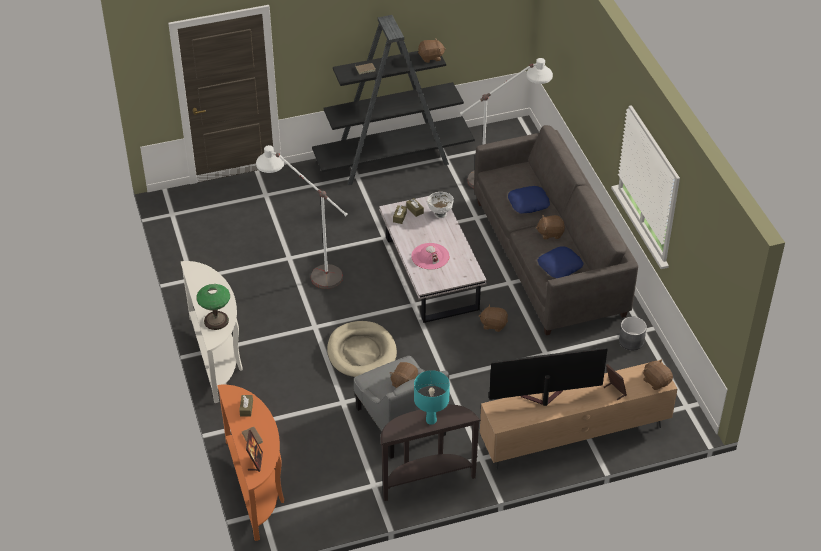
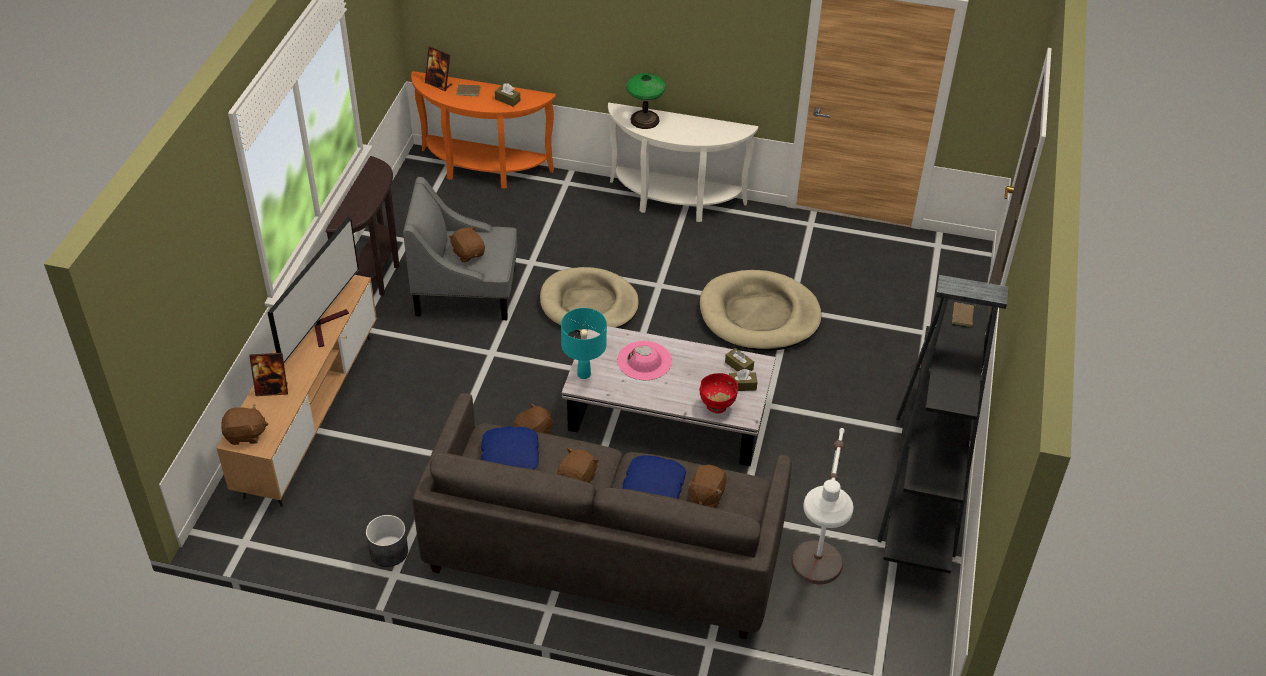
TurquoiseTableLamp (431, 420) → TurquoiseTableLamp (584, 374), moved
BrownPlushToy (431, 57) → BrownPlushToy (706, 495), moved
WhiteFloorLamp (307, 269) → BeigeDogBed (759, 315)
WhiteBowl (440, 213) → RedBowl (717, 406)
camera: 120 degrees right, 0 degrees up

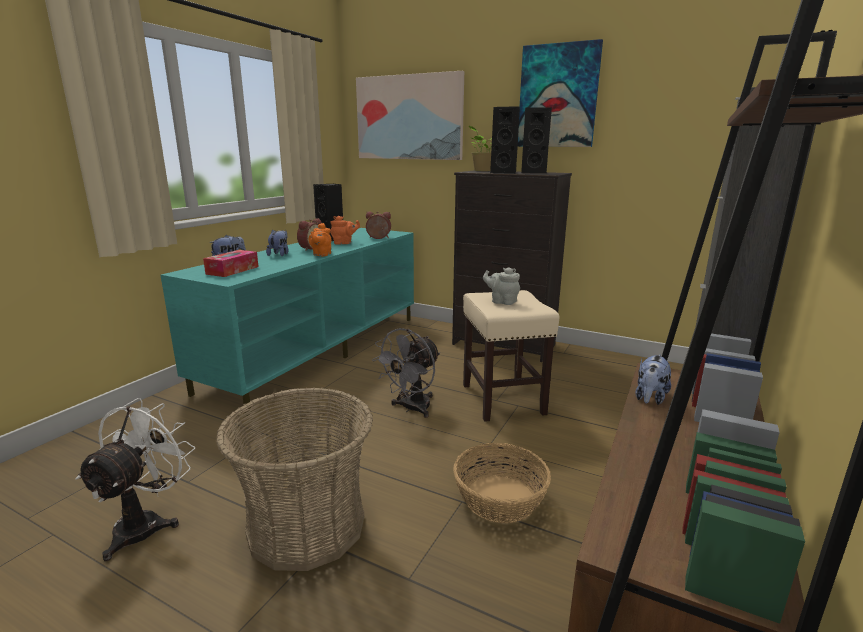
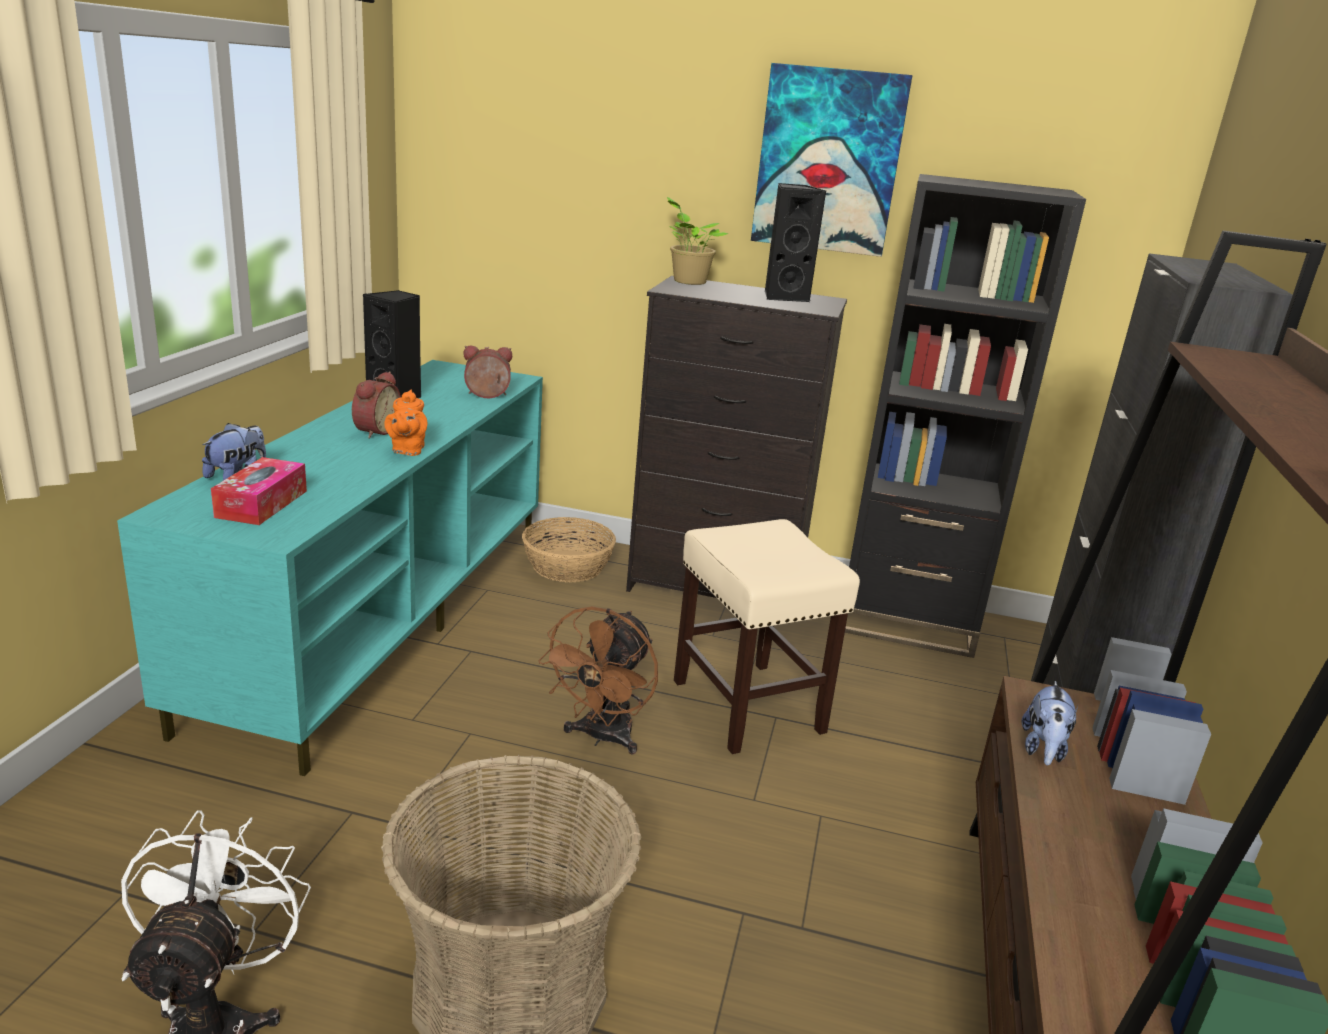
Basket (500, 498) → Basket (568, 566), moved
GreyFan (411, 409) → BrownFan (602, 738)
- → BlackBookcase (906, 622)
PlushToy (279, 254) → -
OrangeTeapot (344, 243) → -
Picture (409, 117) → -
GreyTeapot (502, 301) → -
BlackSpeaker (505, 172) → -
camera: 15 degrees left, 5 degrees up

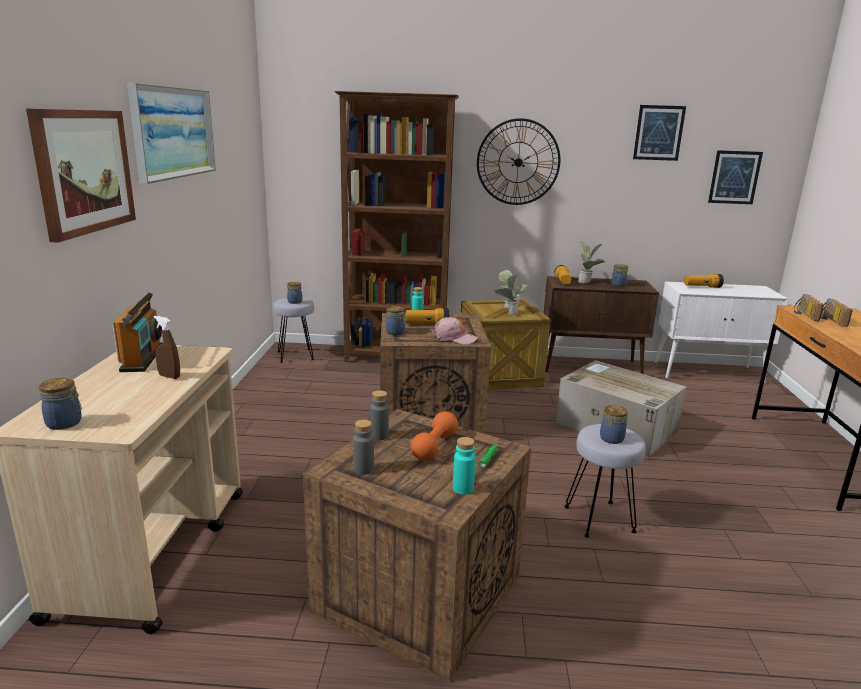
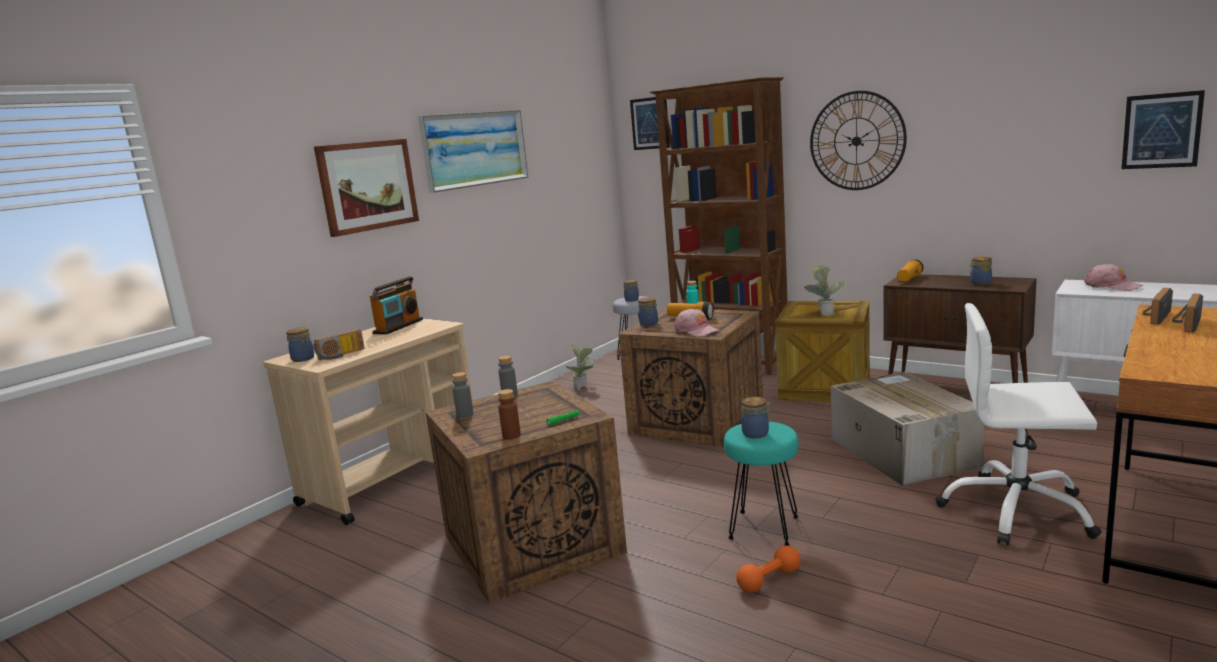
- → Radio (341, 355)
TurquoiseBottle (463, 489) → BrownBottle (511, 436)
PottedPlant (587, 282) → PottedPlant (583, 387), moved
Picture (658, 133) → Picture (650, 123), moved
GreyStool (600, 519) → TurquoiseStool (765, 528)
OrangeDumbbell (434, 447) → OrangeDumbbell (769, 580), moved
- → WhiteOfficeChair (1016, 511)
Flashlight (702, 287) → PinkCap (1111, 286)
BrownSprayBottle (169, 376) → -
camera: 35 degrees right, 5 degrees down

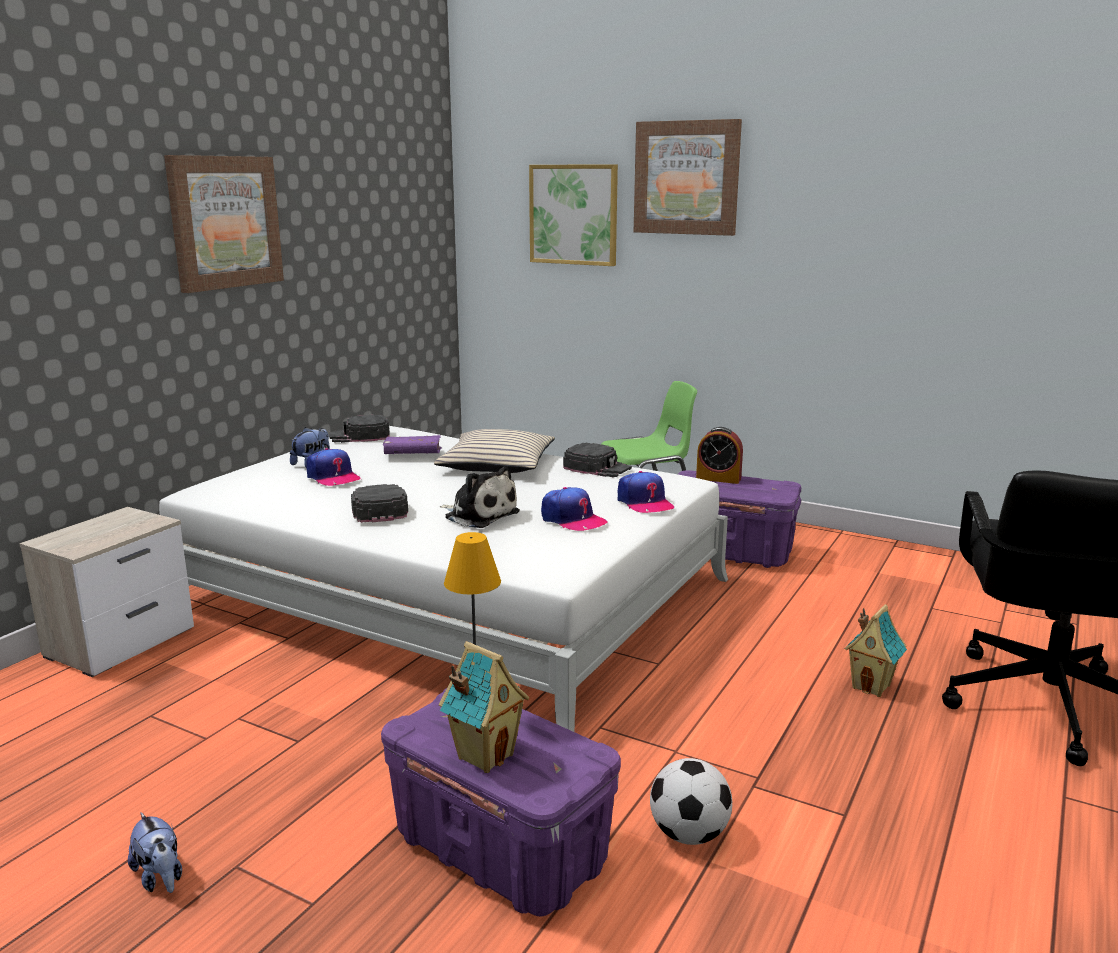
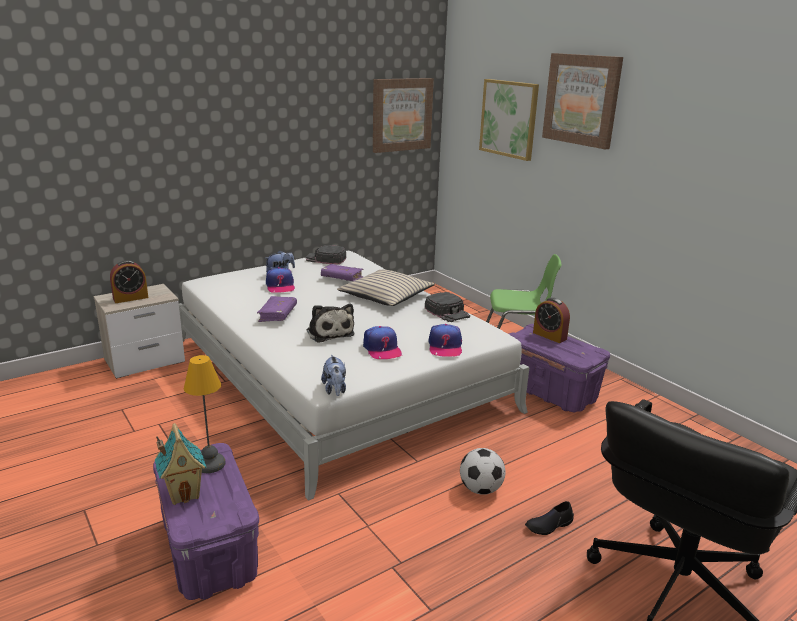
- → AlarmClock (130, 298)
BlackCap (378, 509) → PurpleBook (277, 314)
PlushToy (160, 878) → PlushToy (335, 390), moved
Picture (225, 222) → Picture (401, 114), moved
Football (689, 834) → Football (480, 489), moved
ToyHouse (872, 686) → BlackShoe (549, 525)
camera: 25 degrees right, 5 degrees up

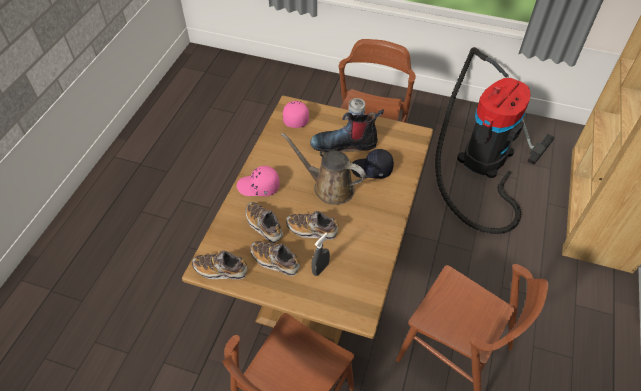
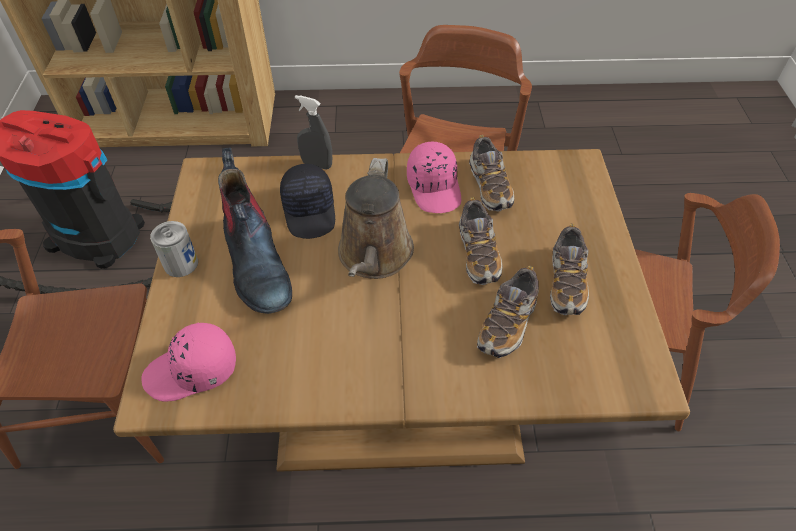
GreySprayBottle (320, 269) → GreySprayBottle (317, 164), moved
PinkCap (258, 187) → PinkCap (435, 187), moved
Shoe (221, 270) → Shoe (489, 186), moved
camera: 110 degrees left, 0 degrees up

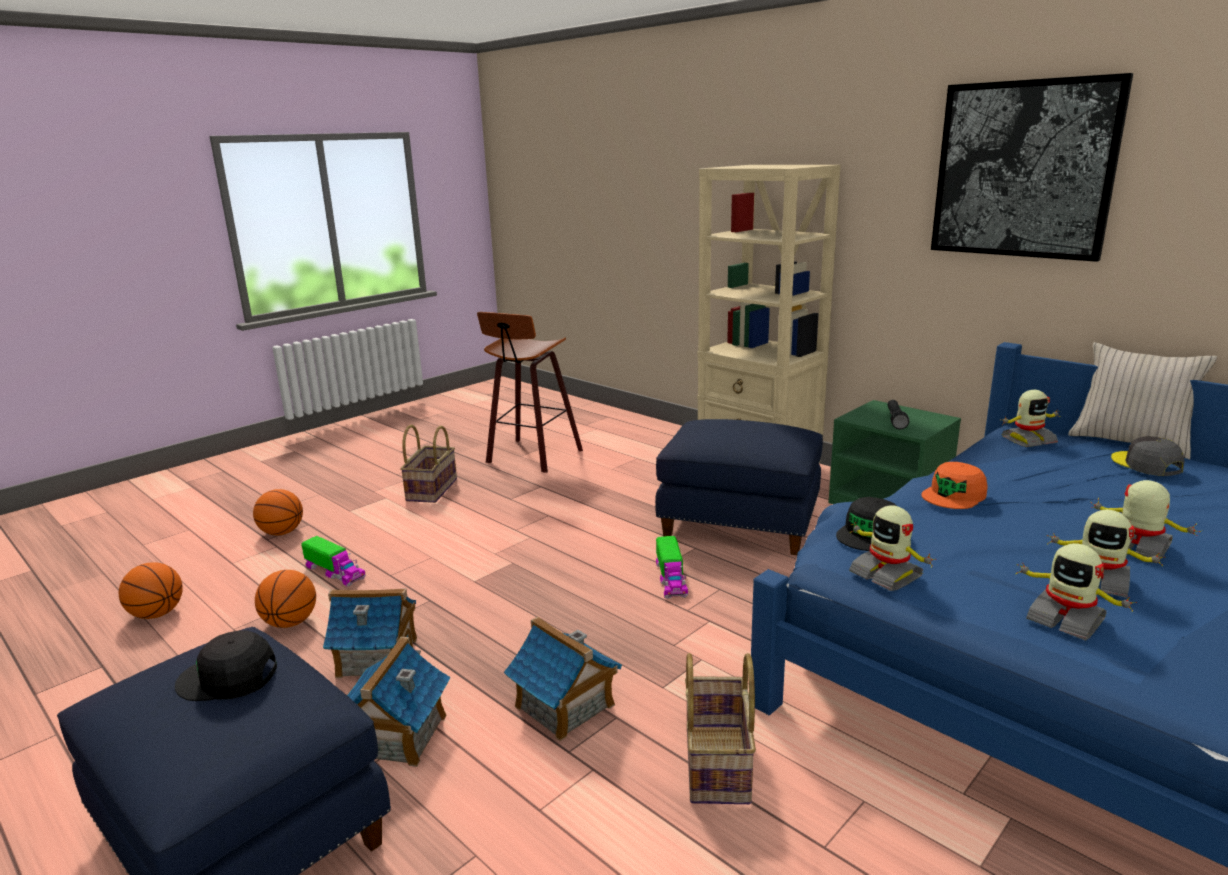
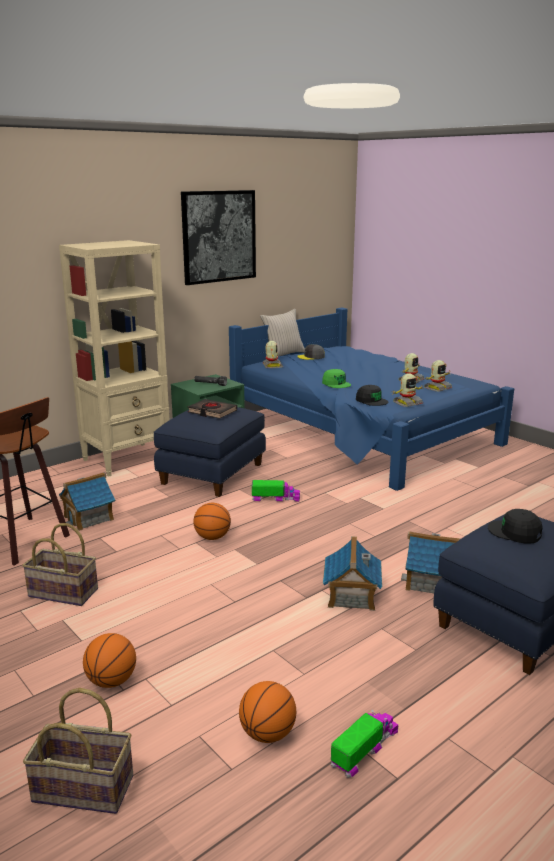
Basket (719, 764) → Basket (84, 787), moved
ToyHouse (565, 706) → ToyHouse (89, 518), moved
- → BlackBook (212, 412)
Basketball (290, 623) → Basketball (212, 537), moved
OrangeCap (954, 495) → GreenCap (336, 383)
ToyTruck (334, 572) → ToyTruck (364, 749), moved
BlackCap (228, 677) → BlackCap (515, 532), 120 degrees clockwise
ToyRobot (1137, 546) → -
camera: 85 degrees left, 0 degrees up

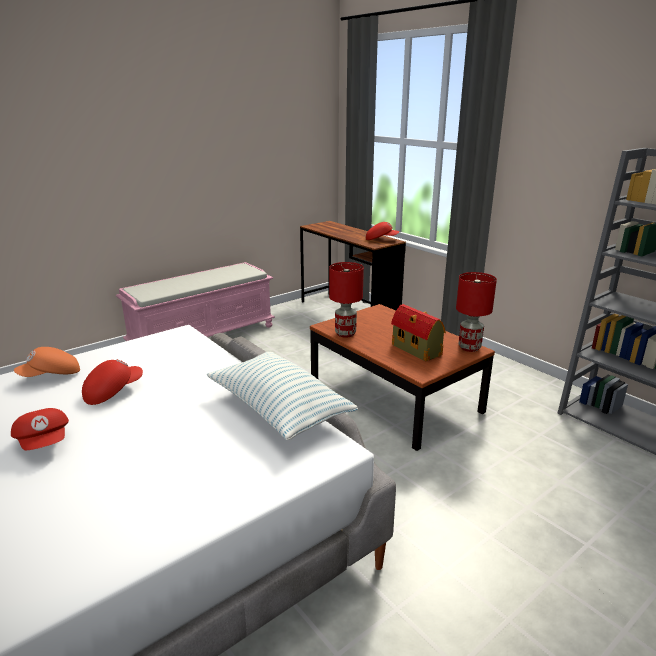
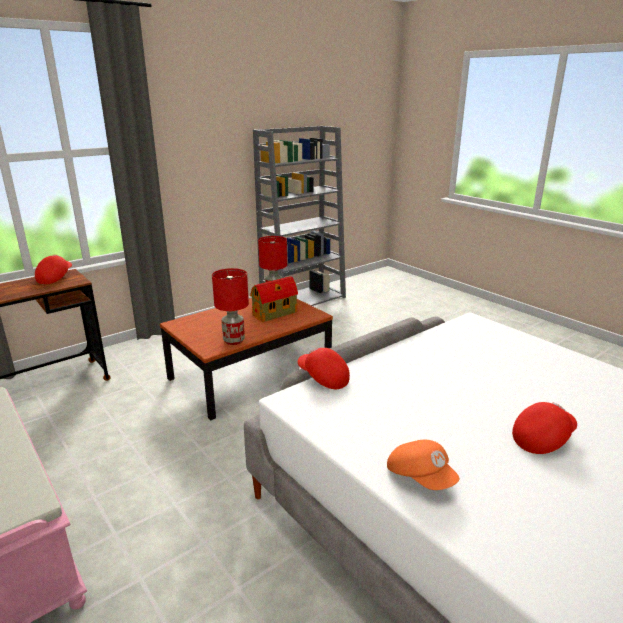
RedCap (113, 392) → RedCap (323, 378), moved
Pillow (278, 409) → -
camera: 90 degrees left, 0 degrees up

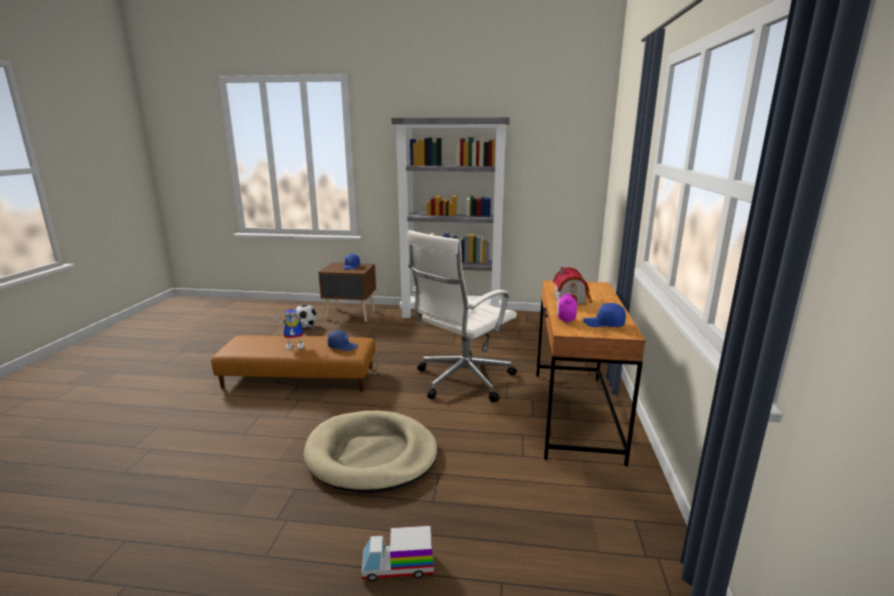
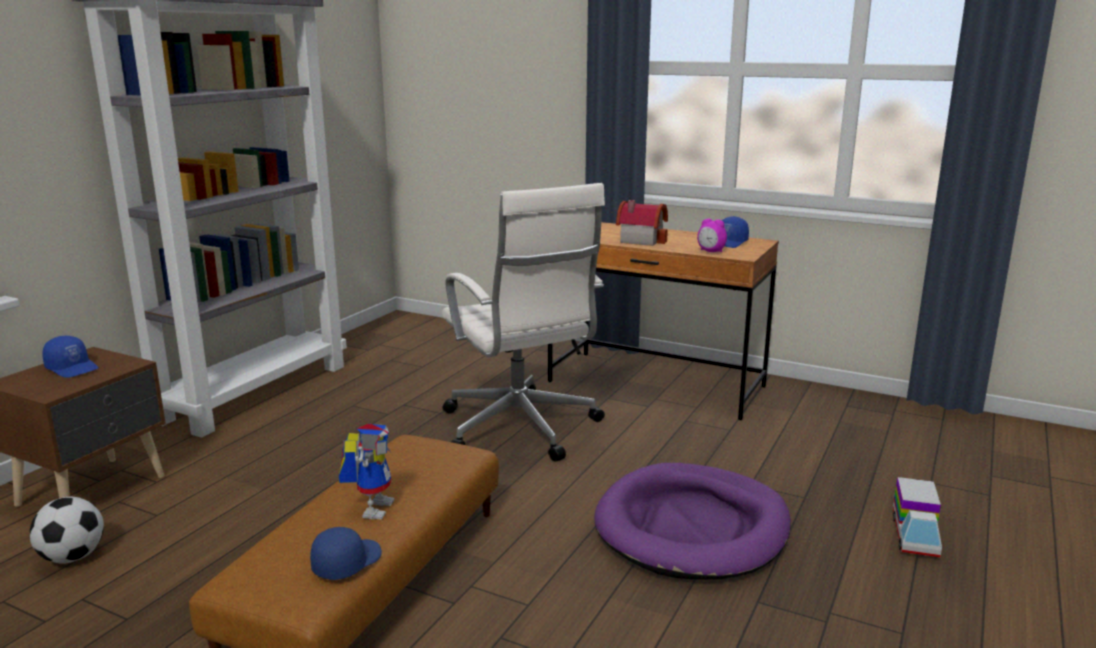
BlueCap (343, 346) → BlueCap (346, 562), moved
BeigeDogBed (371, 455) → PurpleDogBed (692, 527)
camera: 70 degrees left, 0 degrees up

